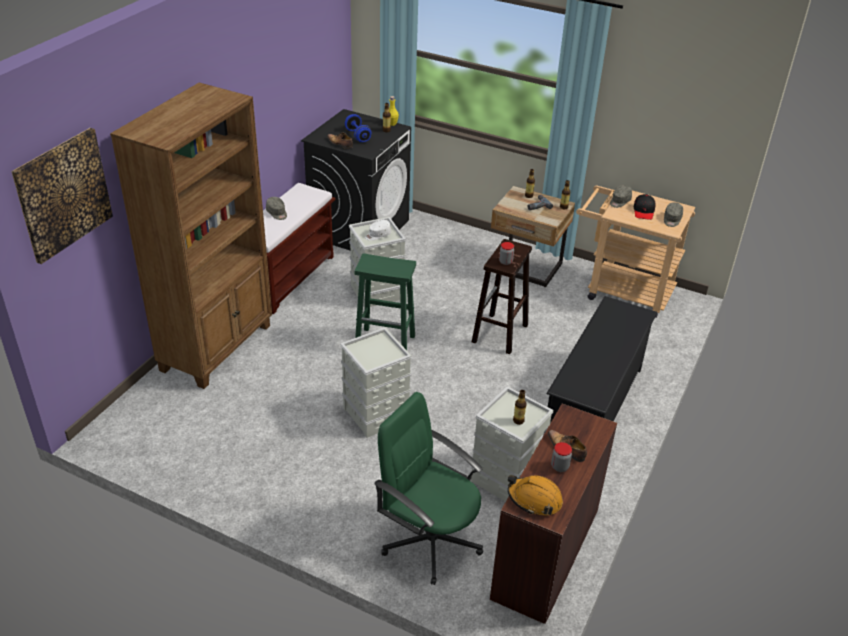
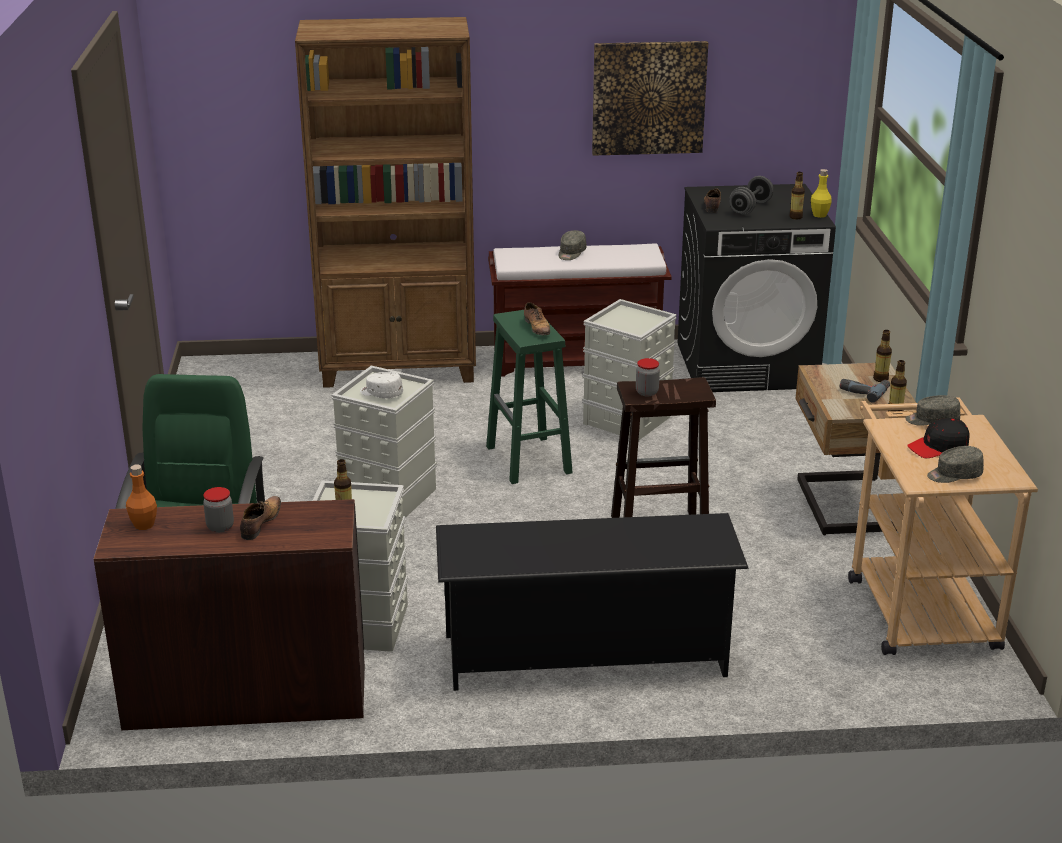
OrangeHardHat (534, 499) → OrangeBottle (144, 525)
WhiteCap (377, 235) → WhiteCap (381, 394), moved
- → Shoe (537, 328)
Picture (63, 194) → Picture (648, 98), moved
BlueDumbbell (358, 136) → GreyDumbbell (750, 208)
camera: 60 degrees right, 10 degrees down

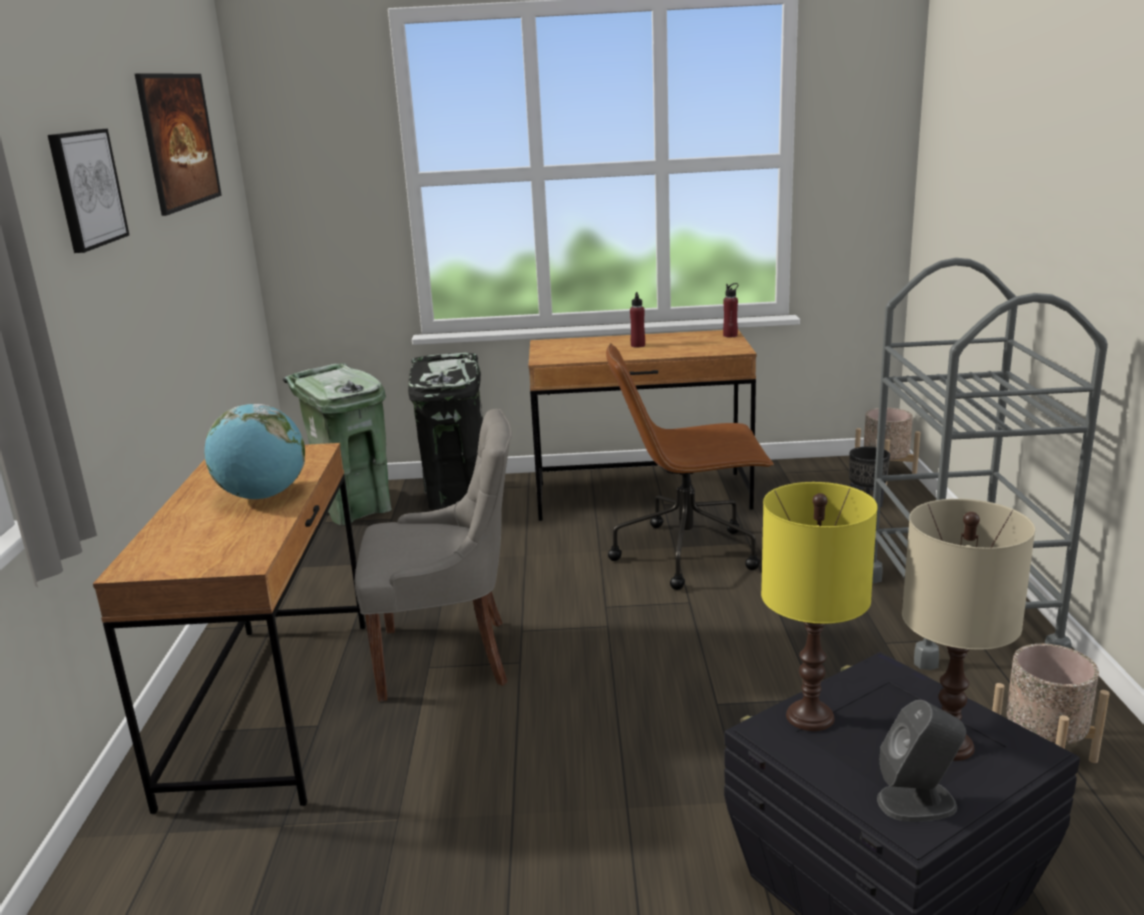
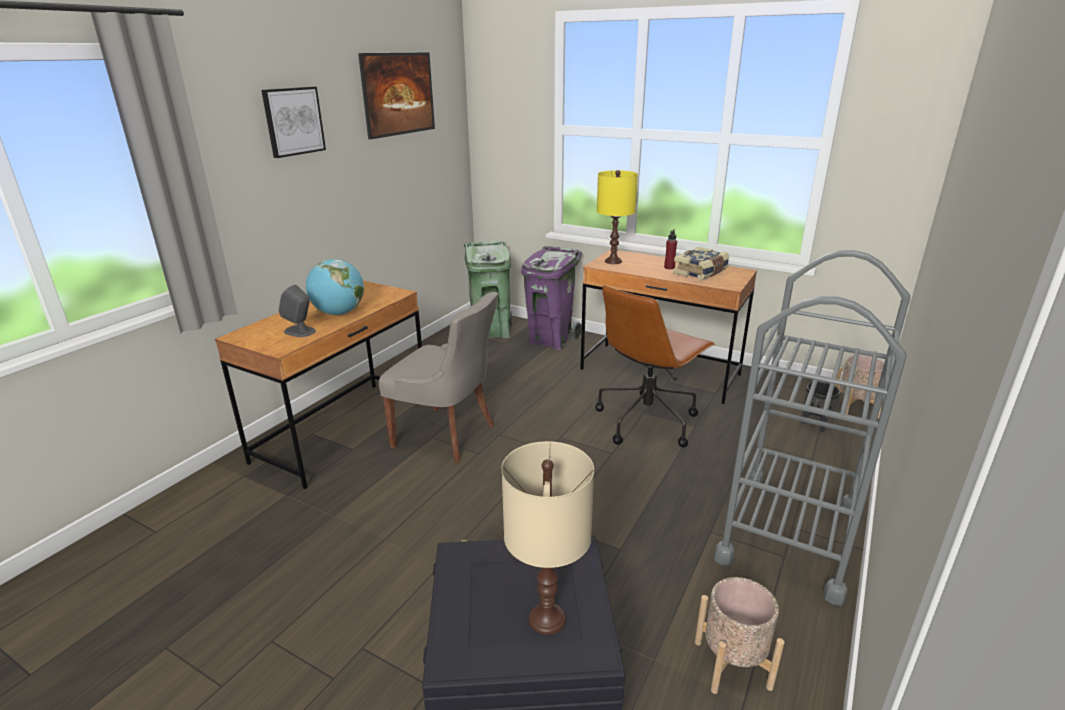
GreySpeaker (918, 802) → GreySpeaker (300, 331), moved
BlackTrashCan (457, 497) → PurpleTrashCan (551, 340)
BrownOfficeChair (688, 553) → BrownOfficeChair (647, 420), 75 degrees counterclockwise
YellowTableLamp (811, 716) → YellowTableLamp (613, 261), moved
- → Book (701, 272)
RedBottle (730, 335) → -
camera: 30 degrees right, 5 degrees up

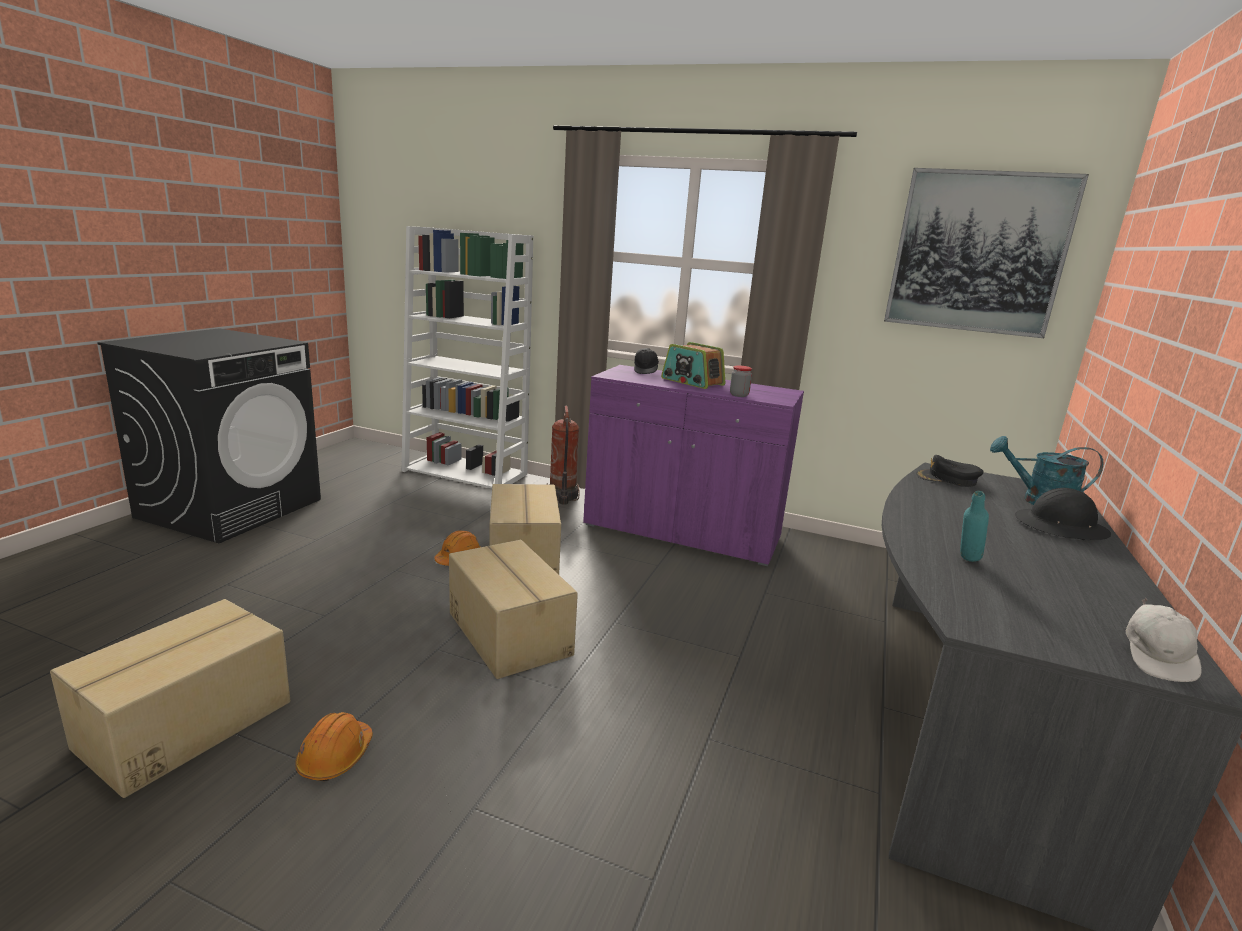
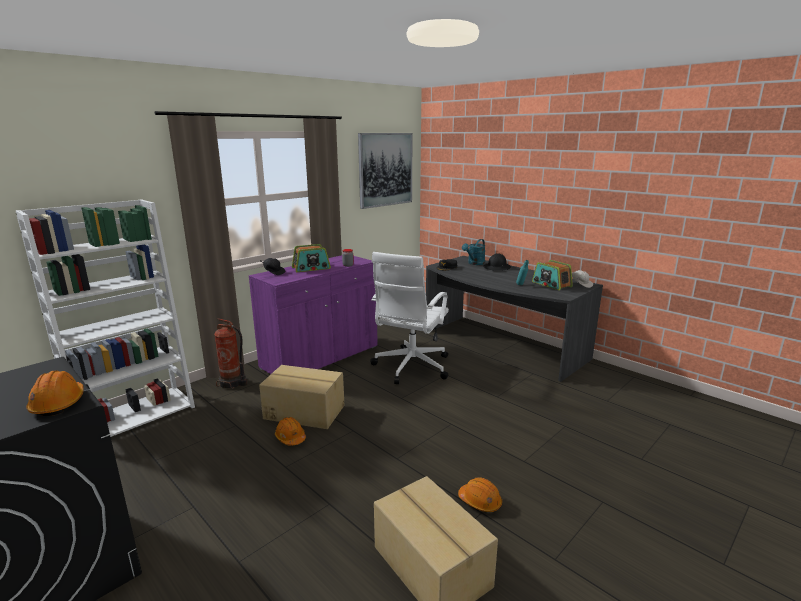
- → OrangeHardHat (58, 403)
- → WhiteOfficeChair (410, 367)
- → Radio (551, 284)
CardboardBox (510, 633) → -
camera: 65 degrees left, 0 degrees up

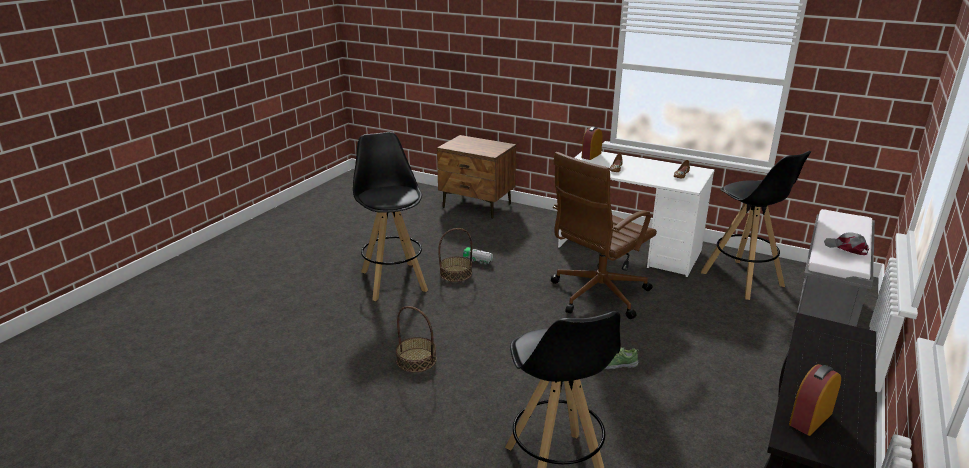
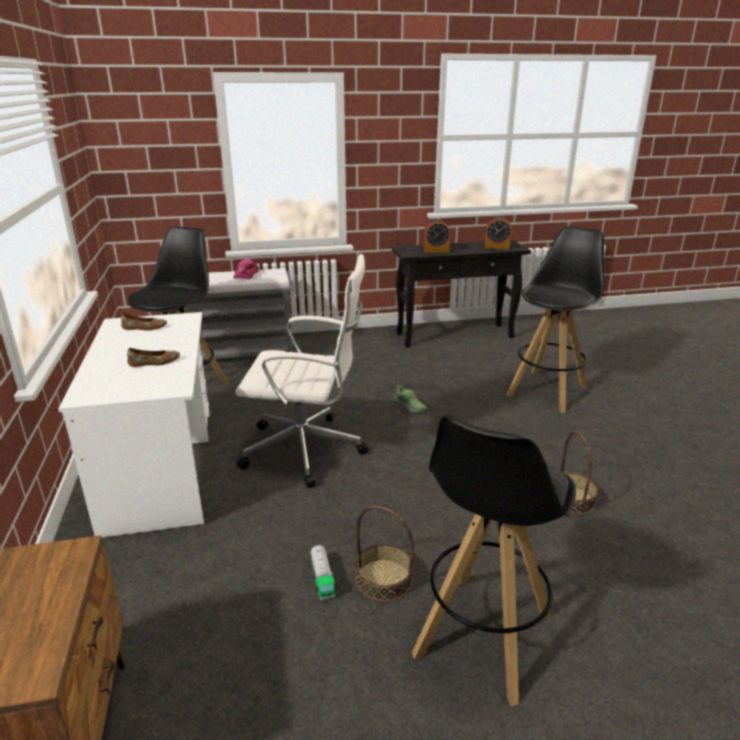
GreyCap (846, 248) → PinkCap (246, 274)
BrownOfficeChair (597, 295) → WhiteOfficeChair (307, 450)
AlarmClock (591, 155) → AlarmClock (436, 251), moved
camera: 130 degrees left, 0 degrees up

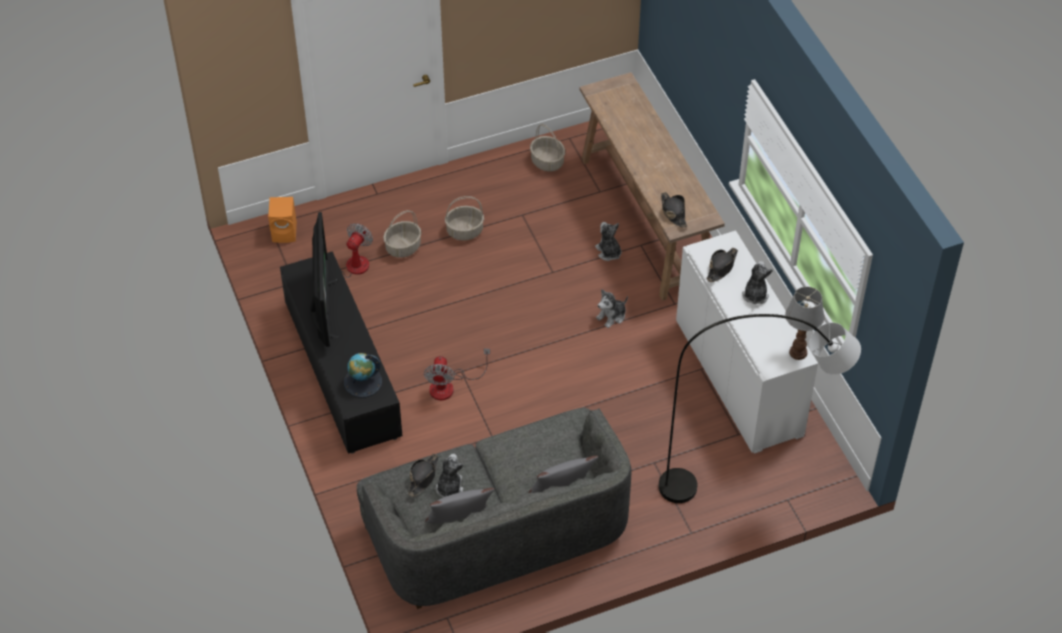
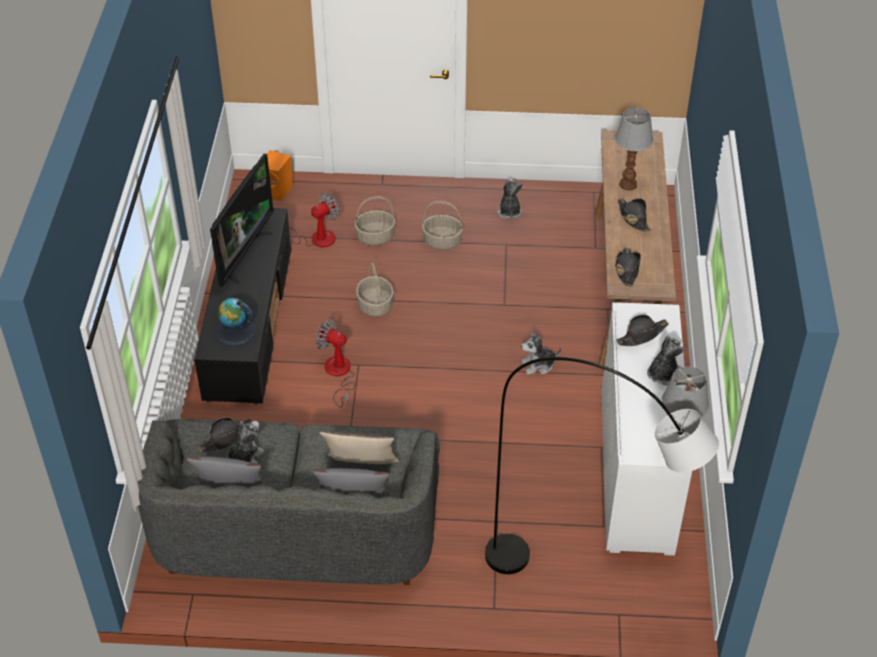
Fan (449, 386) → Fan (338, 374), 90 degrees clockwise
- → Pillow (361, 467)
Basket (547, 162) → Basket (375, 305), moved
PlushToy (608, 252) → PlushToy (509, 212), moved
- → TableLamp (628, 184)
- → BlackHat (633, 218)
camera: 25 degrees right, 5 degrees down

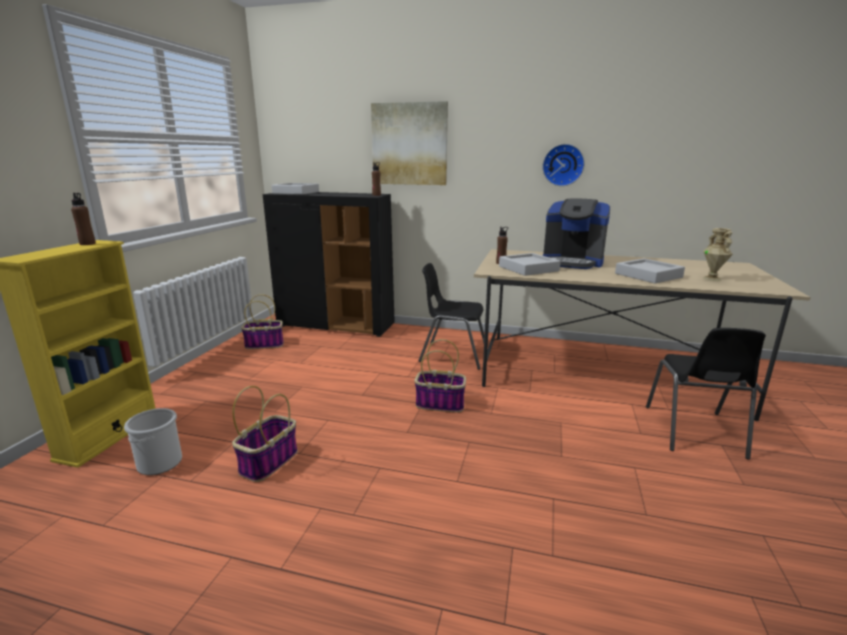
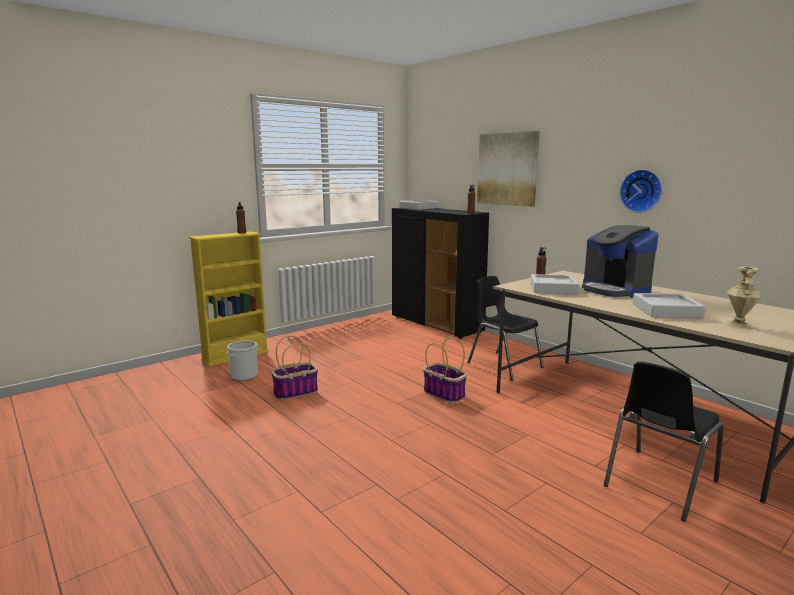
Basket (265, 344) → -
camera: 35 degrees right, 5 degrees down

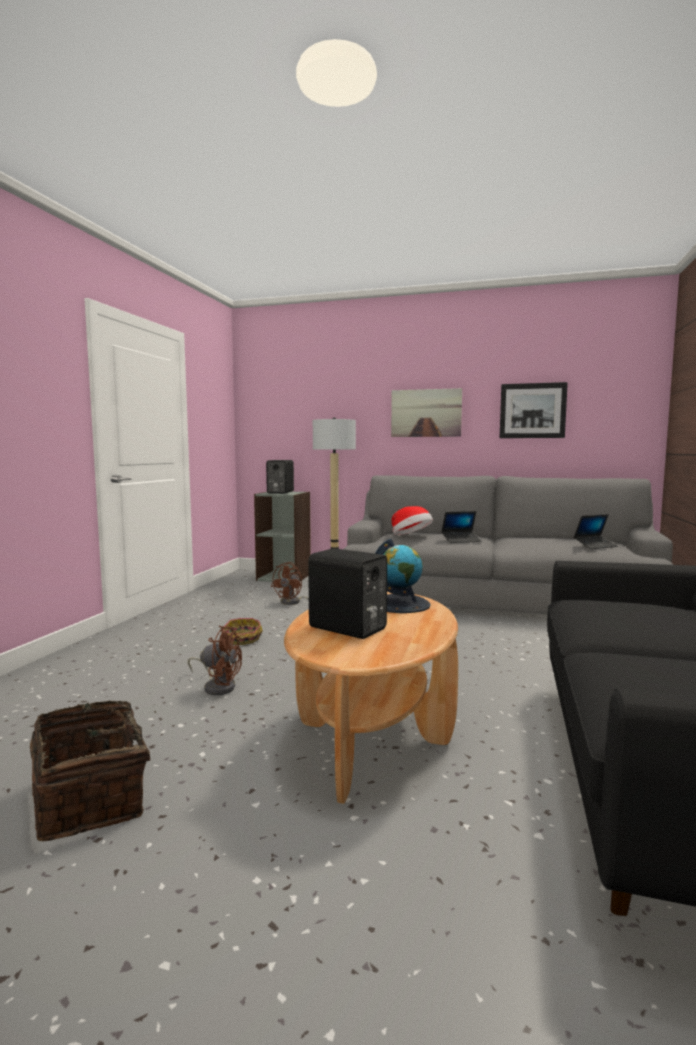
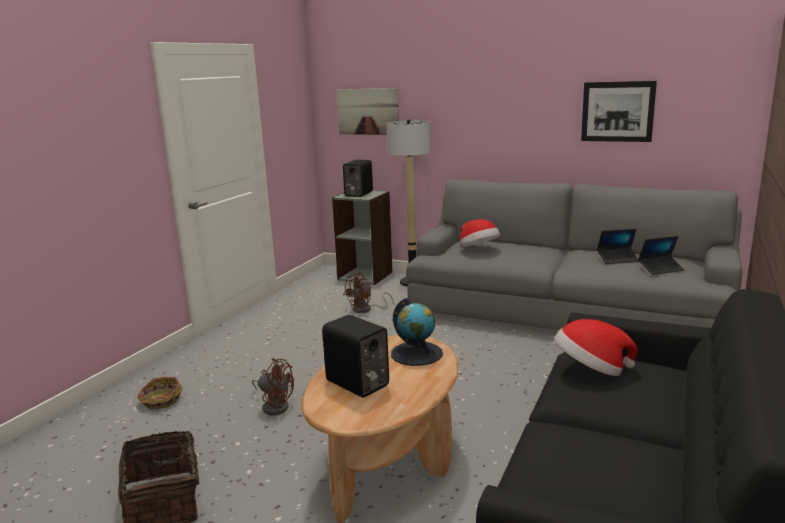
Basket (241, 639) → Basket (161, 401), moved
Picture (426, 413) → Picture (368, 111), moved
- → Hat (591, 370)
Laptop (461, 540) → Laptop (618, 259), moved
camera: 10 degrees right, 10 degrees up

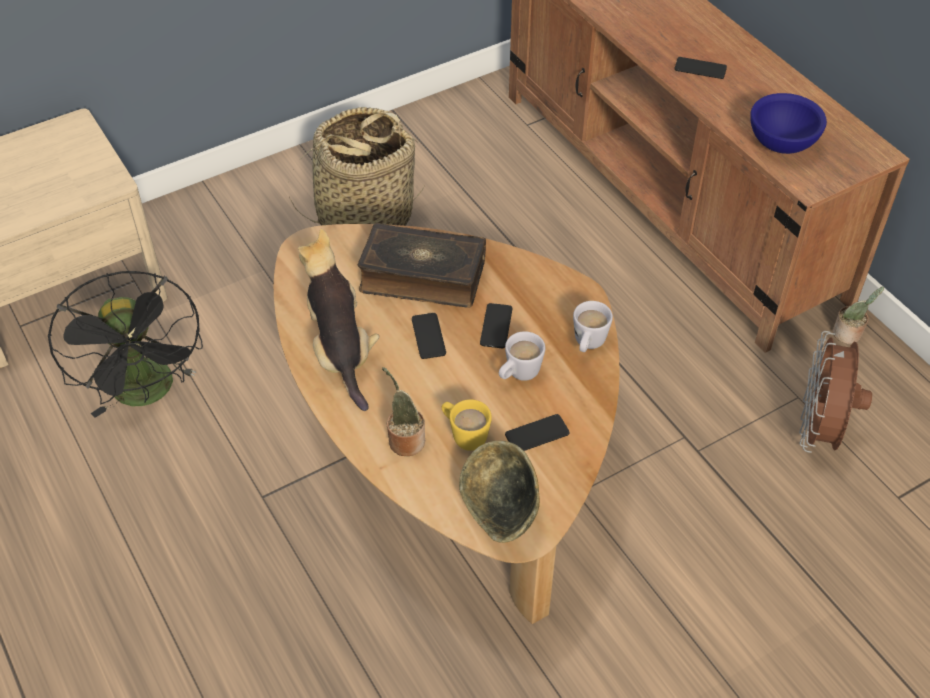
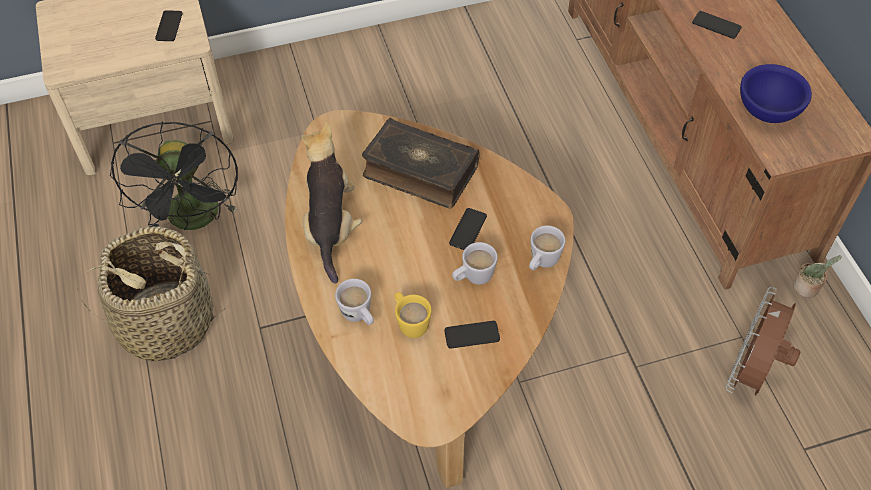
Basket (364, 216) → Basket (166, 322), moved
Phone (428, 336) → Phone (169, 26), moved
PottedPlant (404, 440) → WhiteMug (359, 316)
Bowl (501, 514) → -
camera: 15 degrees right, 5 degrees up

